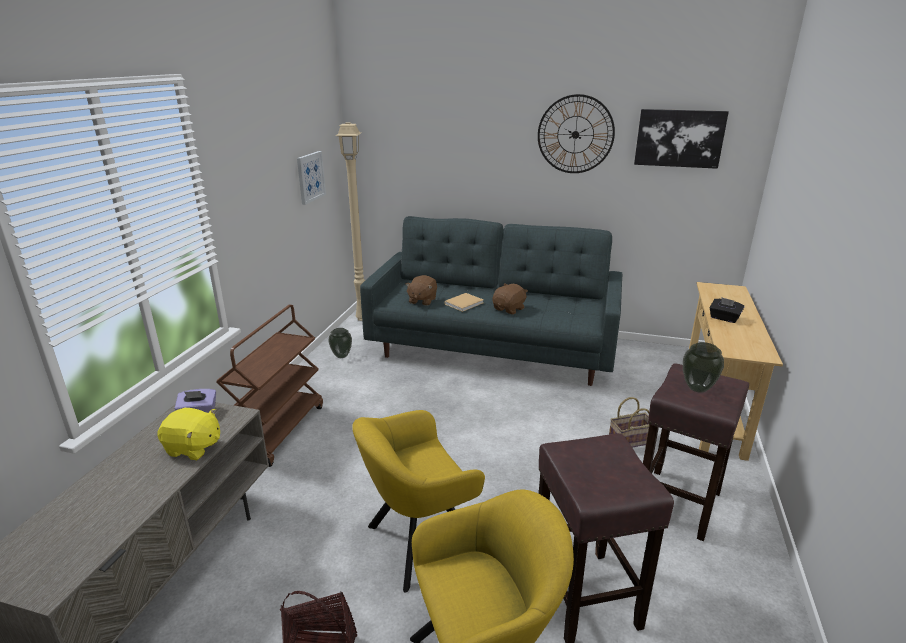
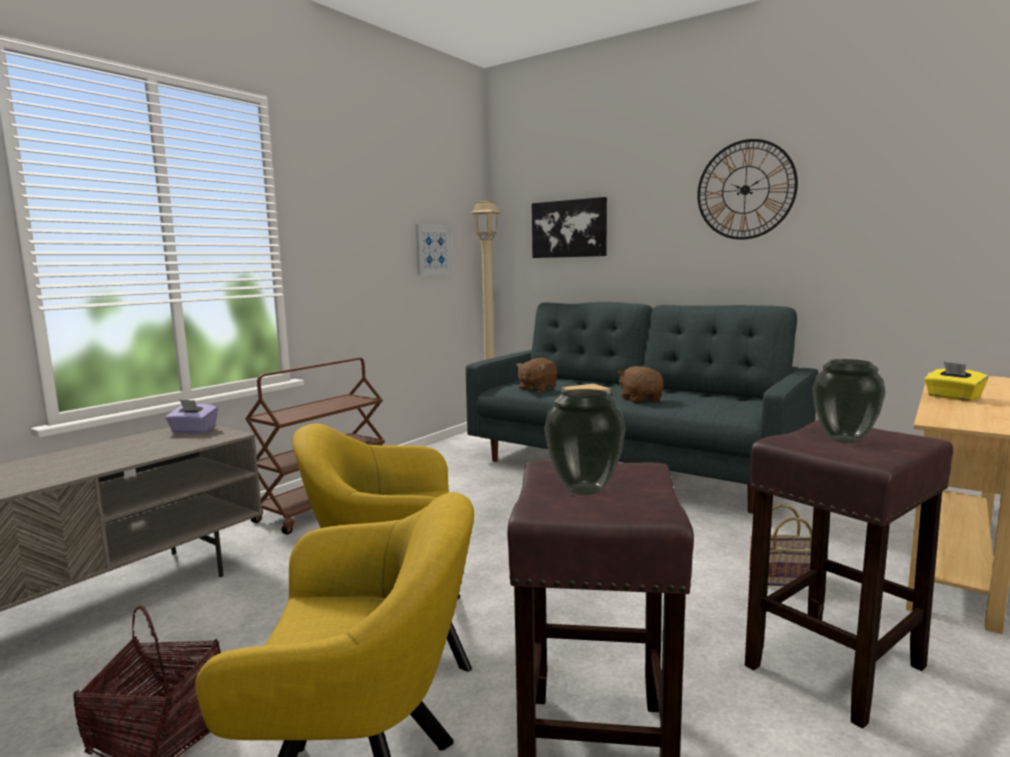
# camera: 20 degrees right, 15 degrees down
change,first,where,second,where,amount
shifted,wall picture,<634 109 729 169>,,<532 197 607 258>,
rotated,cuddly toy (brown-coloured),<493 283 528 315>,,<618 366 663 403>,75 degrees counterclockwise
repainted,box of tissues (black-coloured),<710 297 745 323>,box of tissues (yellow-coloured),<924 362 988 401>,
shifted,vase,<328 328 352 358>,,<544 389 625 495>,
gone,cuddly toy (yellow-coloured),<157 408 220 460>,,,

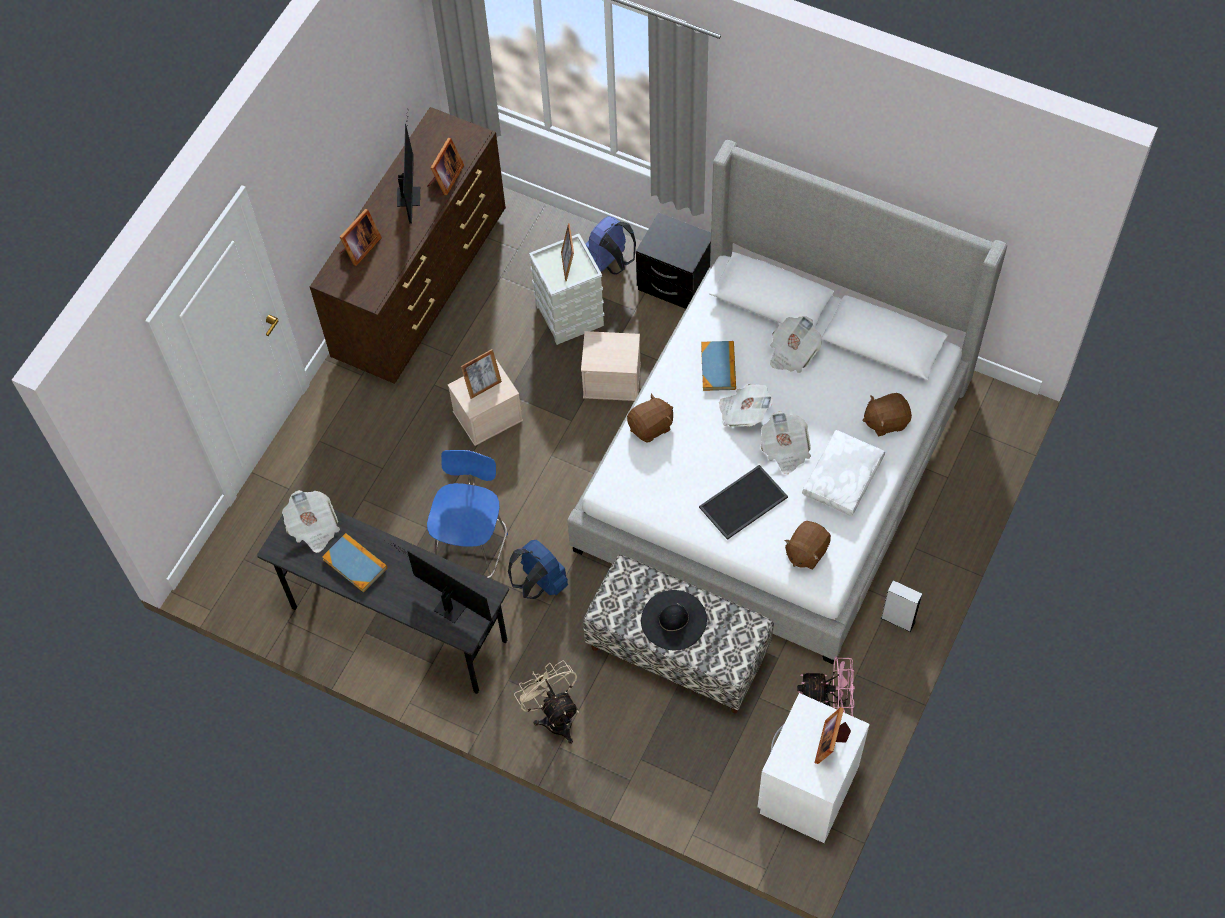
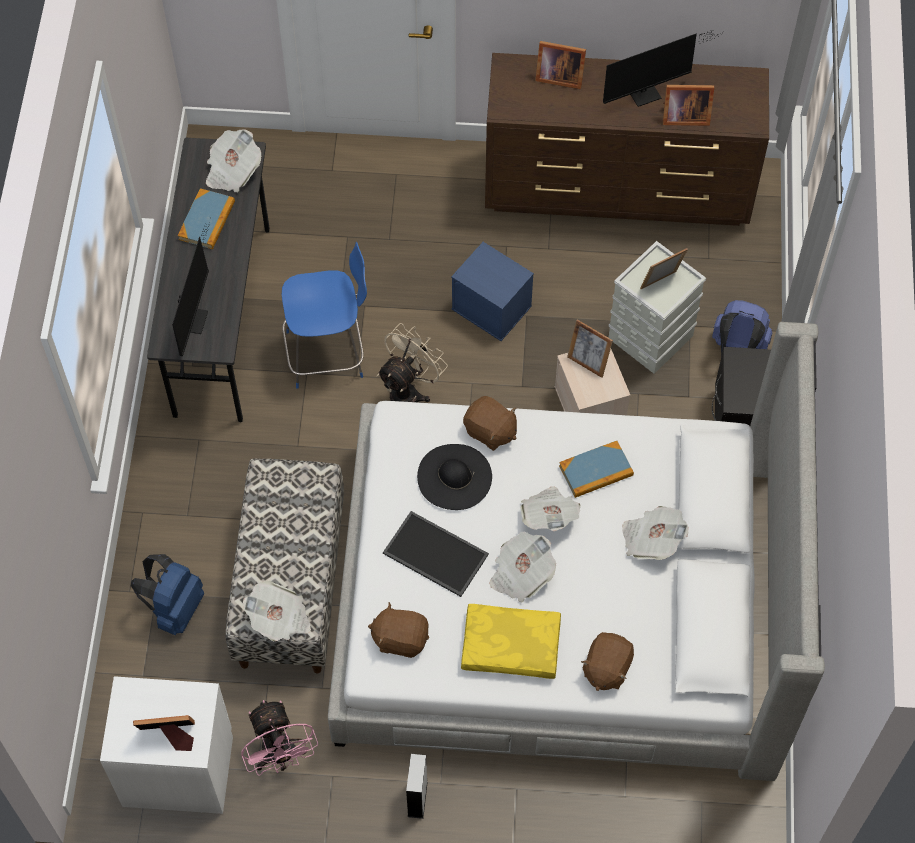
# camera: 65 degrees right, 0 degrees up
change,first,where,second,where,amount
shifted,standing frame,<461 349 502 399>,,<567 319 613 378>,
repainted,storage container (sand-coloured),<448 360 523 446>,storage container (blue-coloured),<451 242 534 341>,
rotated,cuddly toy (brown-coloured),<862 393 912 436>,,<581 632 634 691>,120 degrees counterclockwise
repainted,pillow (white),<802 430 885 516>,pillow (yellow-coloured),<461 604 561 679>,
shifted,rucksack (blue-coloured),<508 540 568 599>,,<131 554 204 635>,
shifted,clothing hat (black-coloured),<641 590 707 650>,,<417 444 492 510>,
shifted,cooling fan (sand-coloured),<514 660 579 744>,,<377 323 448 402>,
new,,,printed paper,<243 581 311 642>,

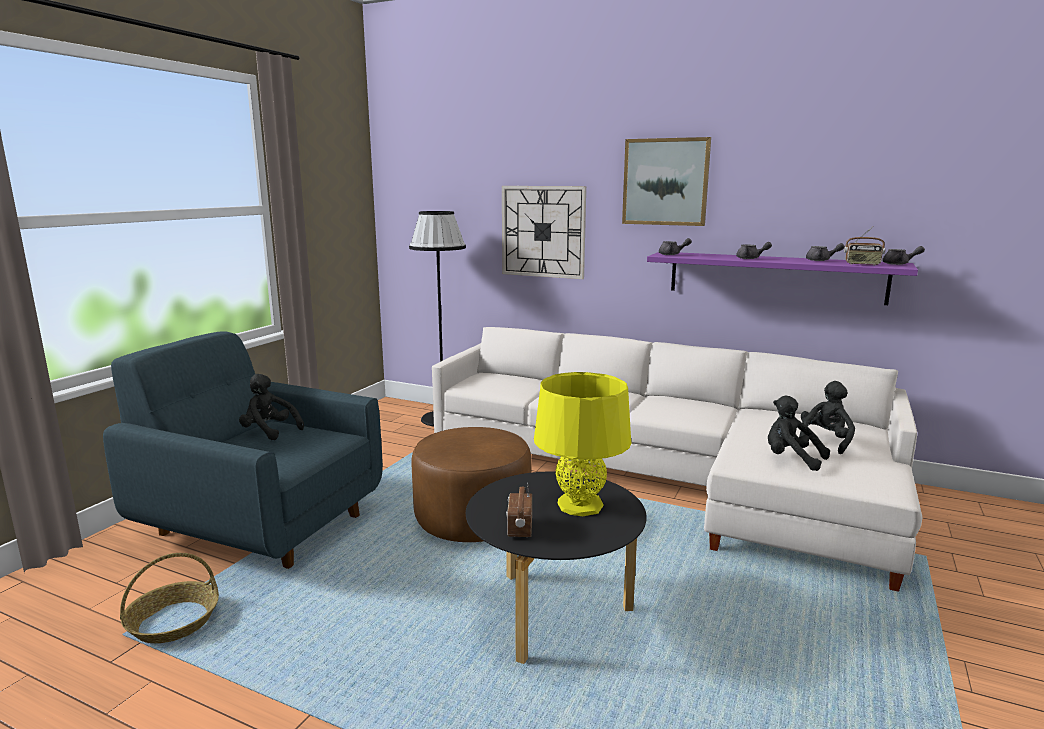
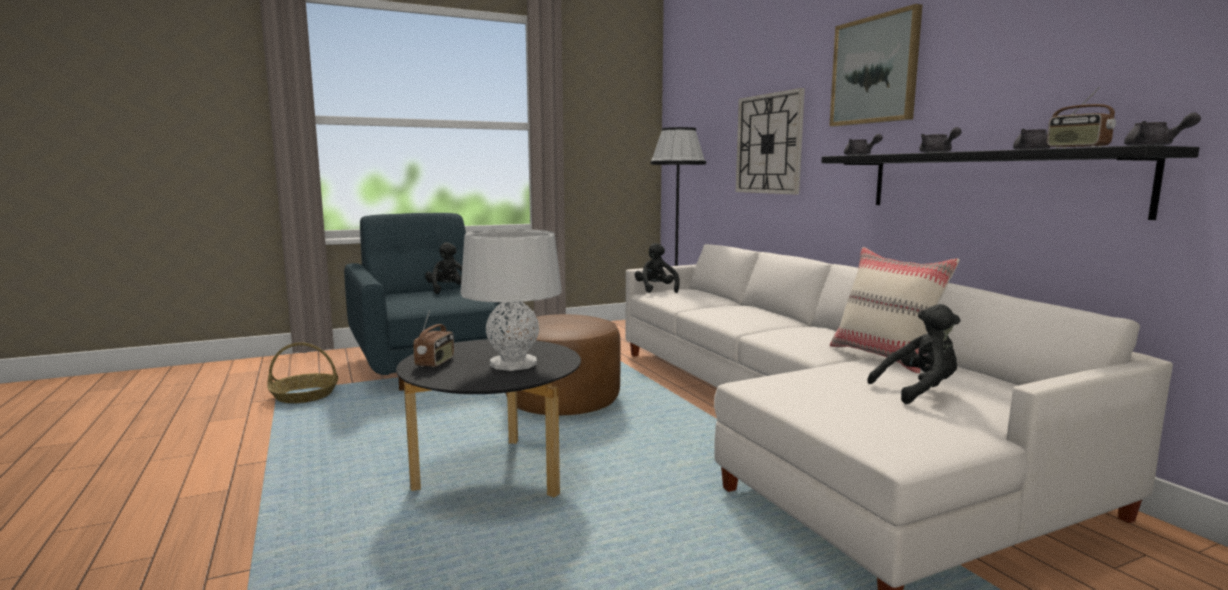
# camera: 40 degrees right, 5 degrees down
change,first,where,second,where,amount
repainted,wall shelf (purple),<647 252 918 305>,wall shelf (black-coloured),<821 145 1199 220>,
repainted,tabletop lamp (yellow-coloured),<534 372 631 516>,tabletop lamp (greyish),<460 229 562 371>,
shifted,cuddly toy (black-coloured),<768 395 830 471>,,<635 243 680 293>,
rotated,radio,<506 483 532 537>,,<413 310 454 367>,150 degrees clockwise
new,,,pillow (sand-coloured),<830 247 960 373>,

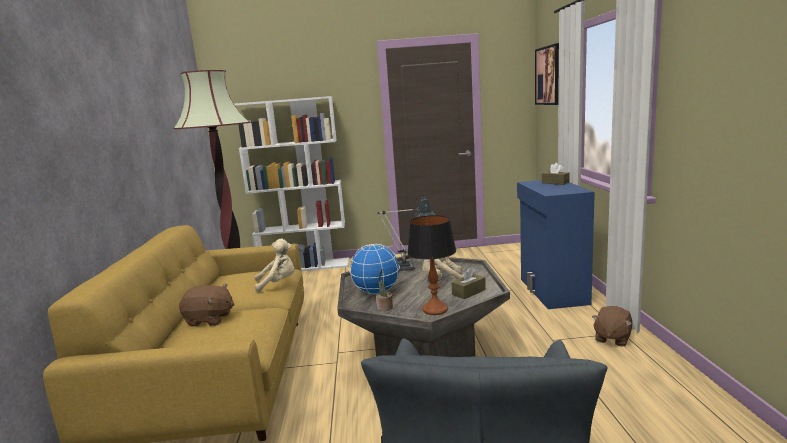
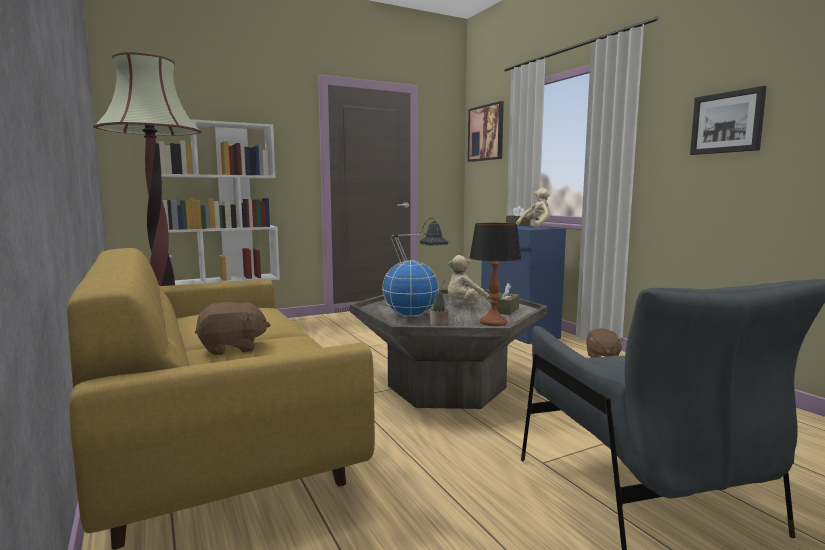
# camera: 25 degrees left, 5 degrees down
change,first,where,second,where,amount
shifted,cuddly toy (sand-coloured),<254 239 295 292>,,<516 188 550 229>,
new,,,wall picture,<690 86 767 155>,

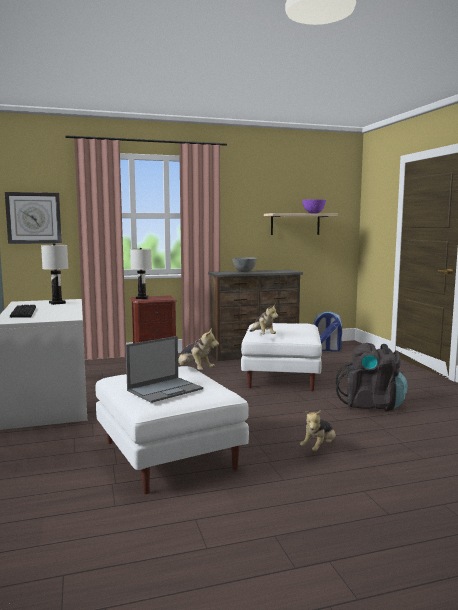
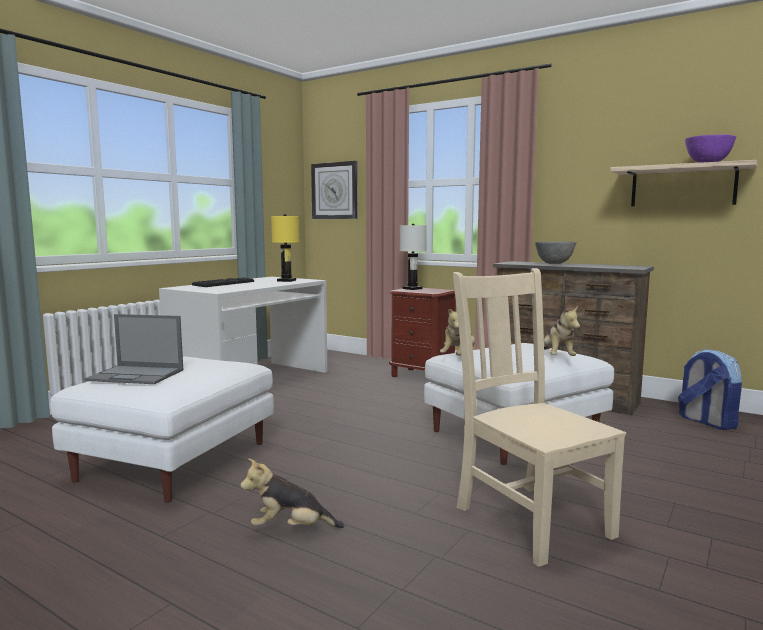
# camera: 50 degrees right, 0 degrees up
change,first,where,second,where,amount
repainted,tabletop lamp (white),<41 244 68 305>,tabletop lamp (yellow-coloured),<271 215 299 282>,
shifted,cuddly toy,<178 328 219 370>,,<544 306 580 356>,
swapped,rucksack (black-coloured),<336 343 408 411>,chair (sand-coloured),<453 268 626 567>,

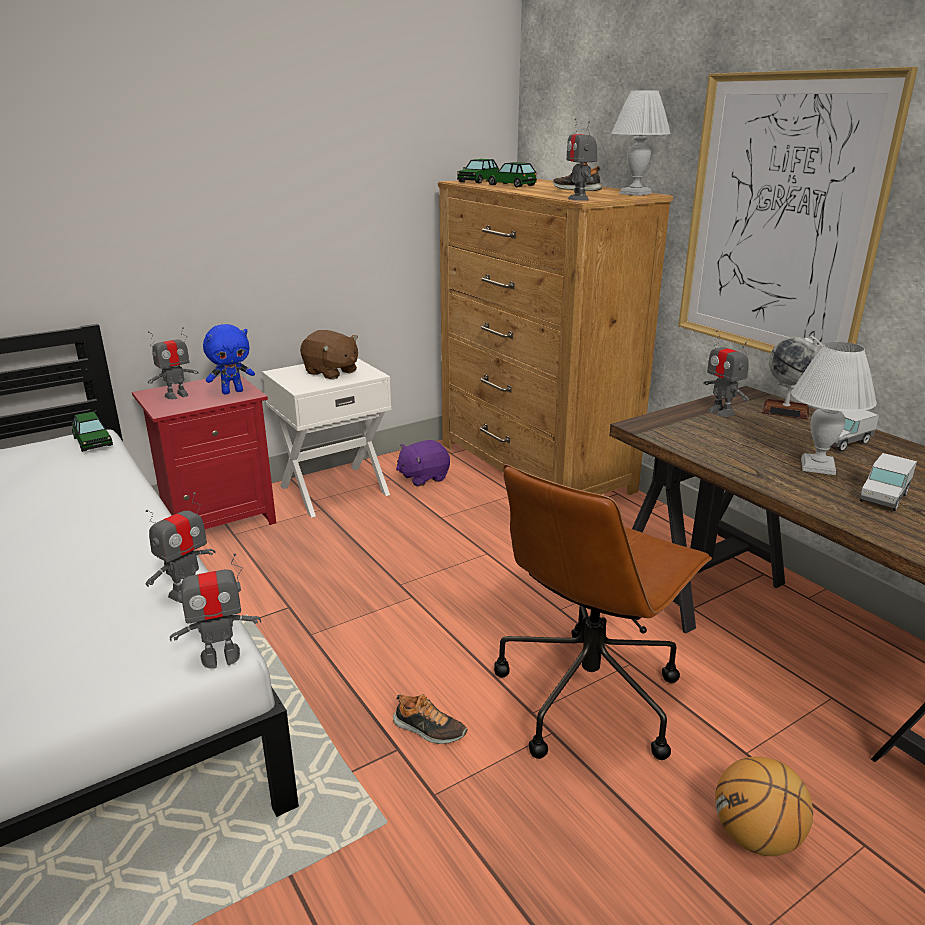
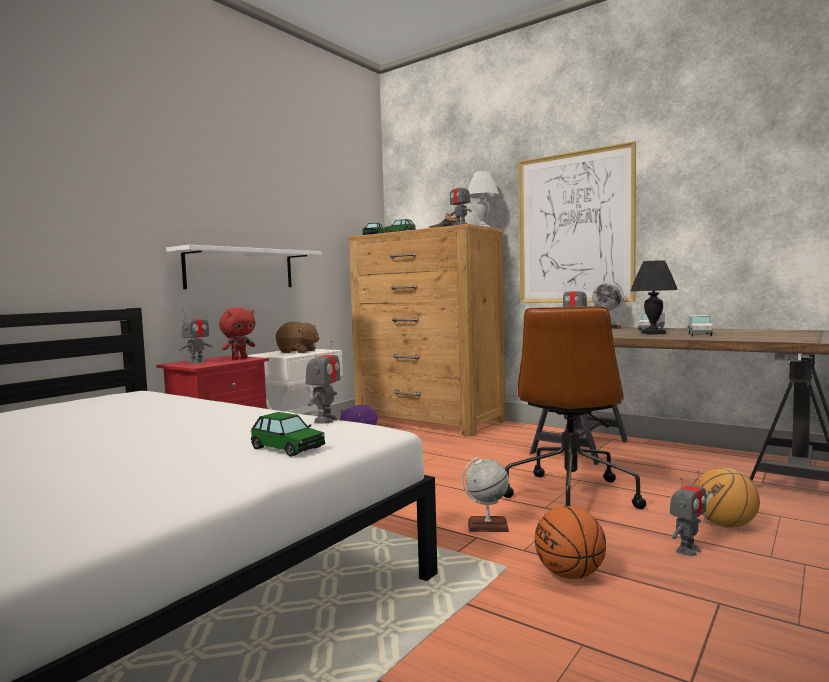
# camera: 20 degrees left, 20 degrees down
change,first,where,second,where,amount
repainted,cuddly toy (blue-coloured),<203 324 255 394>,cuddly toy (red-coloured),<219 308 255 360>,
repainted,tabletop lamp (white),<791 341 877 475>,tabletop lamp (black-coloured),<631 260 678 335>,
shifted,model car,<72 411 113 452>,,<251 412 325 457>,
shifted,toy robot,<170 553 261 669>,,<670 471 706 556>,
swapped,item of footwear,<393 694 467 744>,globe,<462 457 509 532>,
new,,,wall shelf (white),<166 245 321 289>,
new,,,basketball,<535 506 606 579>,

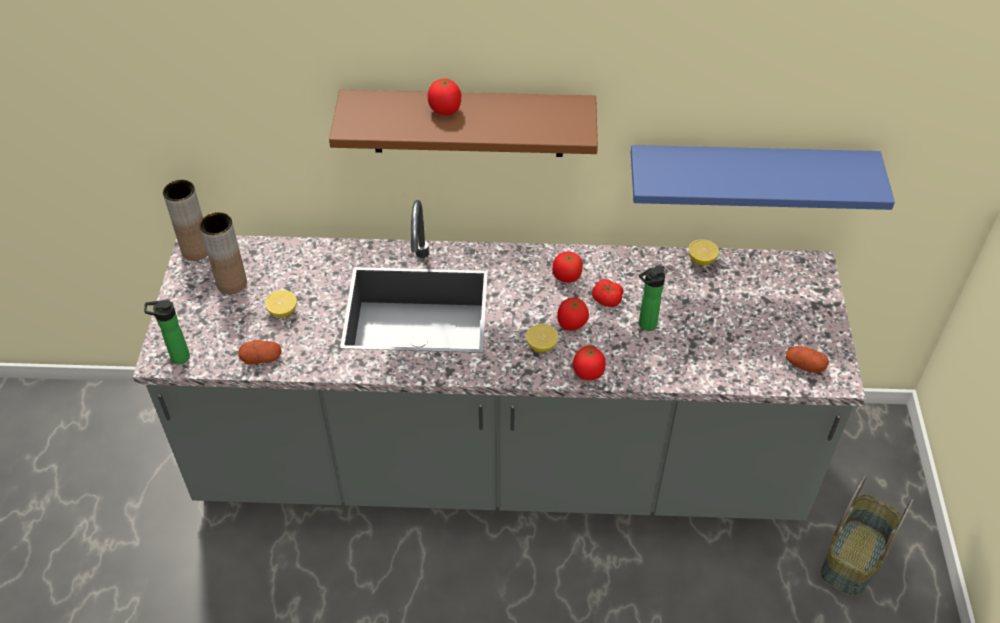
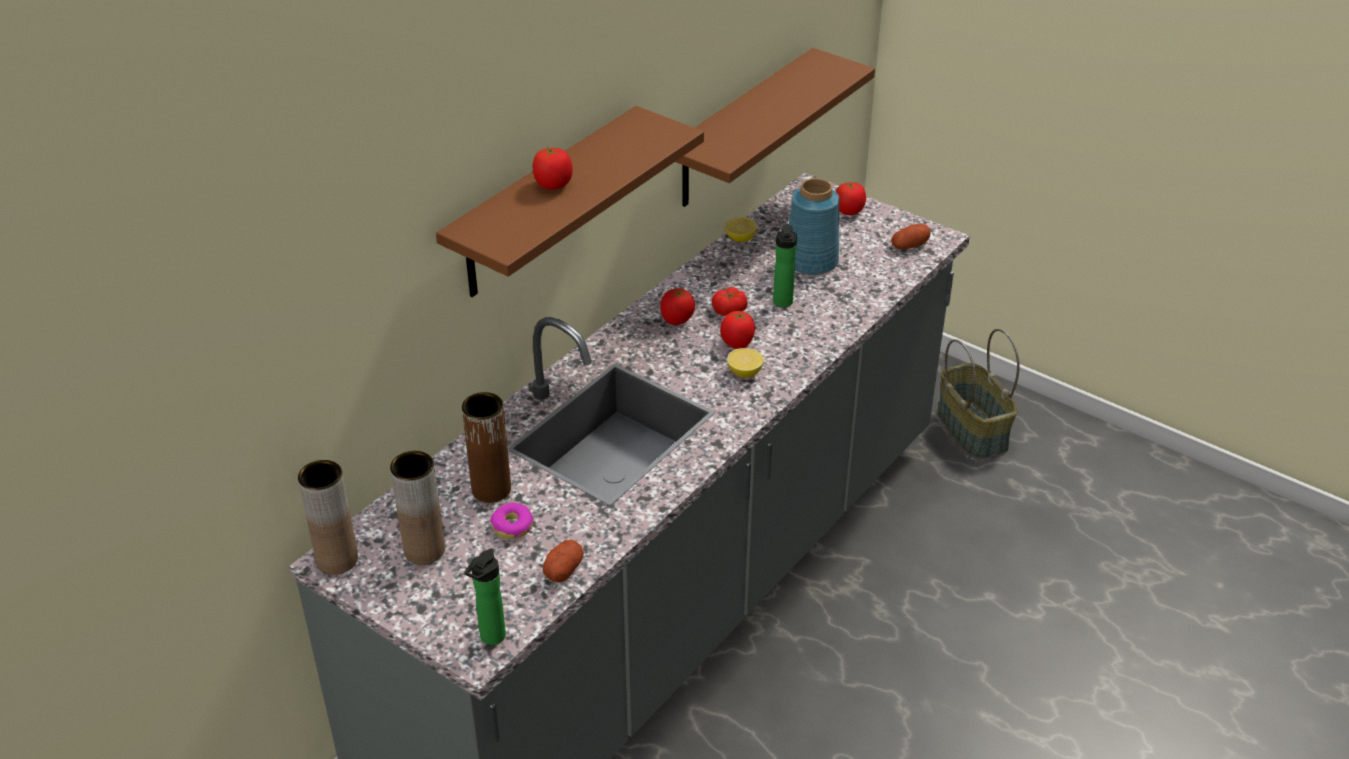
# camera: 55 degrees left, 10 degrees down
change,first,where,second,where,amount
repainted,wall shelf (blue-coloured),<631 145 895 210>,wall shelf (brown-coloured),<675 48 875 207>,
swapped,whole lemon,<265 290 297 317>,donut,<490 503 534 539>,
shifted,whole tomato,<573 346 606 380>,,<836 181 866 215>,
new,,,vase (blue-coloured),<789 178 840 275>,
new,,,vase (brown-coloured),<462 392 511 503>,

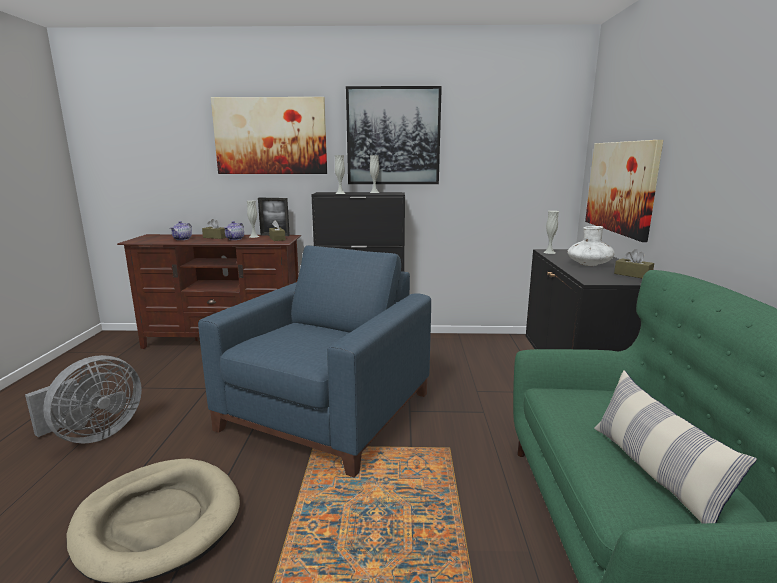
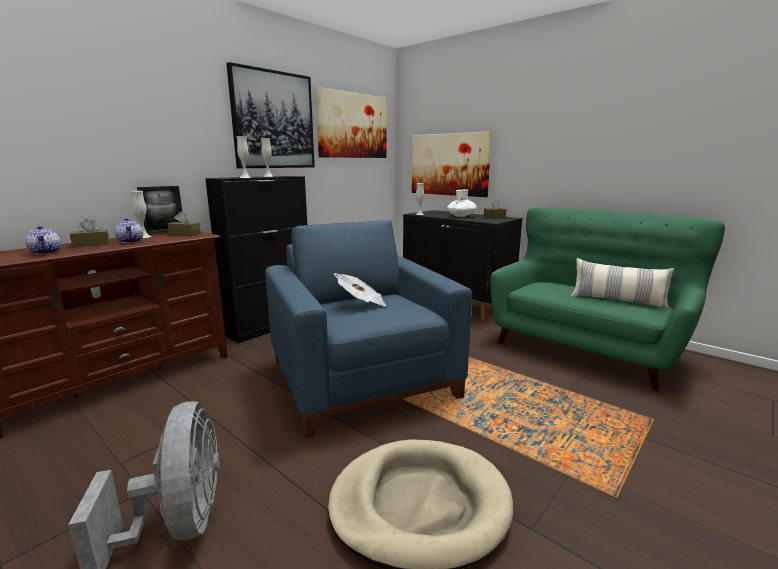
# camera: 50 degrees left, 0 degrees up
change,first,where,second,where,amount
shifted,wall picture,<211 97 327 174>,,<316 87 386 158>,
new,,,printed paper,<334 273 386 306>,

